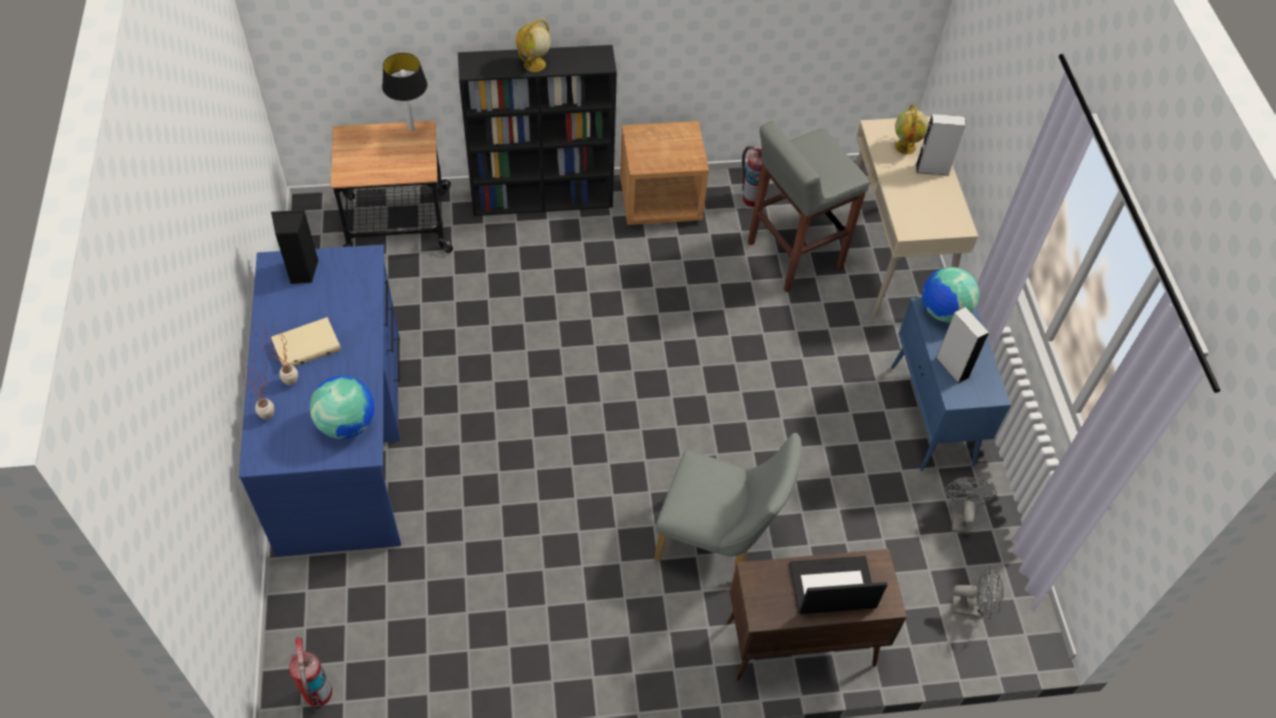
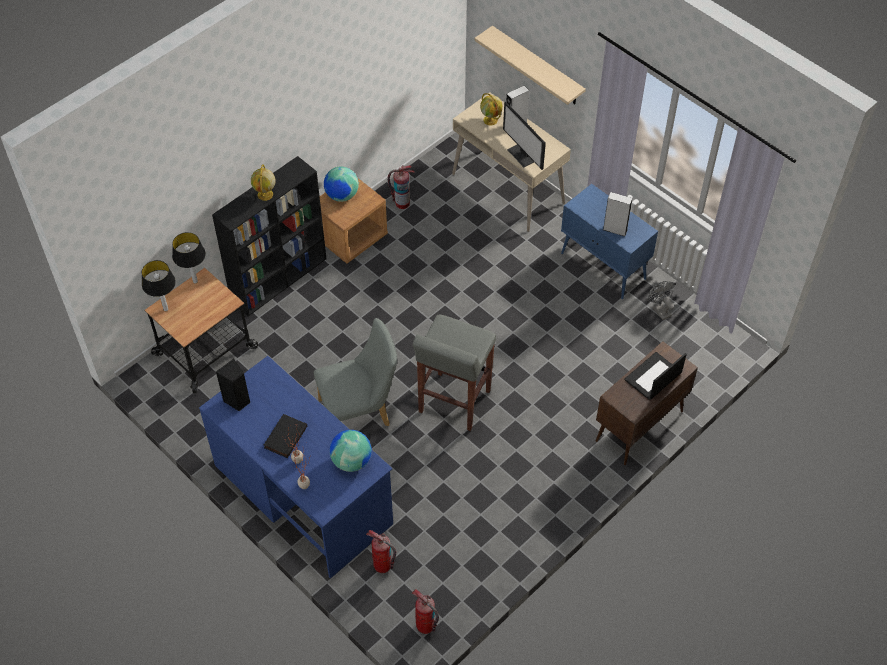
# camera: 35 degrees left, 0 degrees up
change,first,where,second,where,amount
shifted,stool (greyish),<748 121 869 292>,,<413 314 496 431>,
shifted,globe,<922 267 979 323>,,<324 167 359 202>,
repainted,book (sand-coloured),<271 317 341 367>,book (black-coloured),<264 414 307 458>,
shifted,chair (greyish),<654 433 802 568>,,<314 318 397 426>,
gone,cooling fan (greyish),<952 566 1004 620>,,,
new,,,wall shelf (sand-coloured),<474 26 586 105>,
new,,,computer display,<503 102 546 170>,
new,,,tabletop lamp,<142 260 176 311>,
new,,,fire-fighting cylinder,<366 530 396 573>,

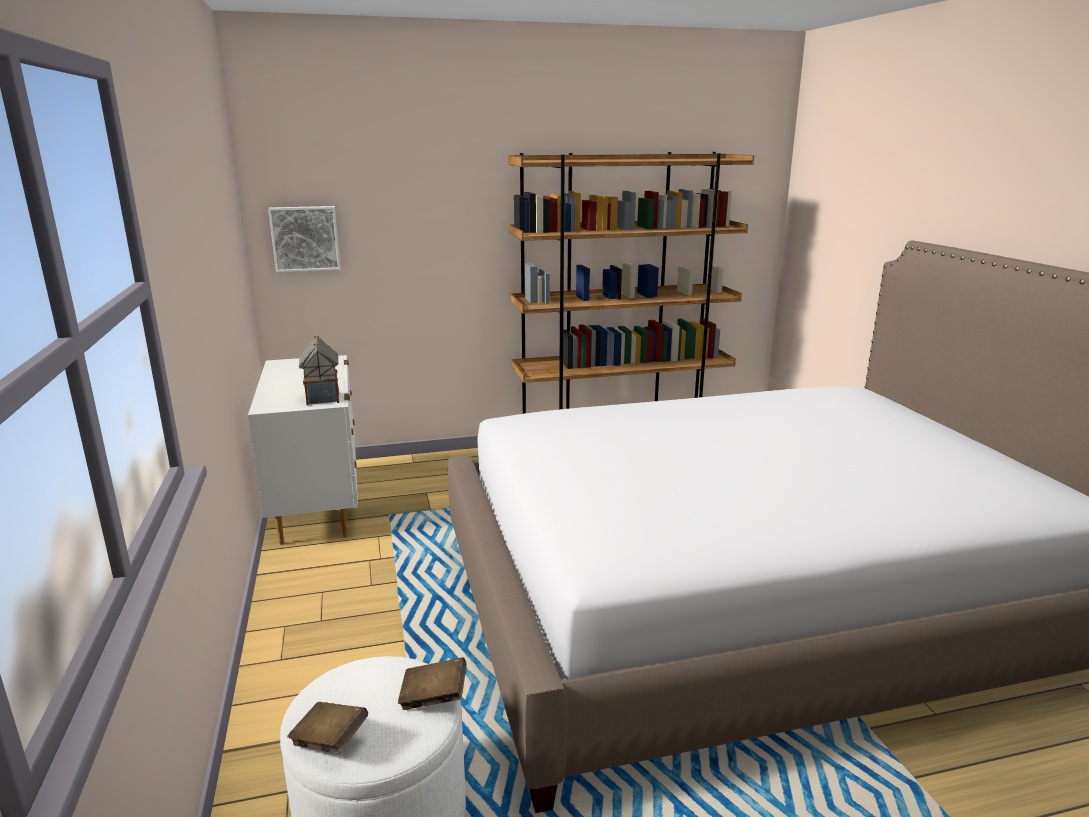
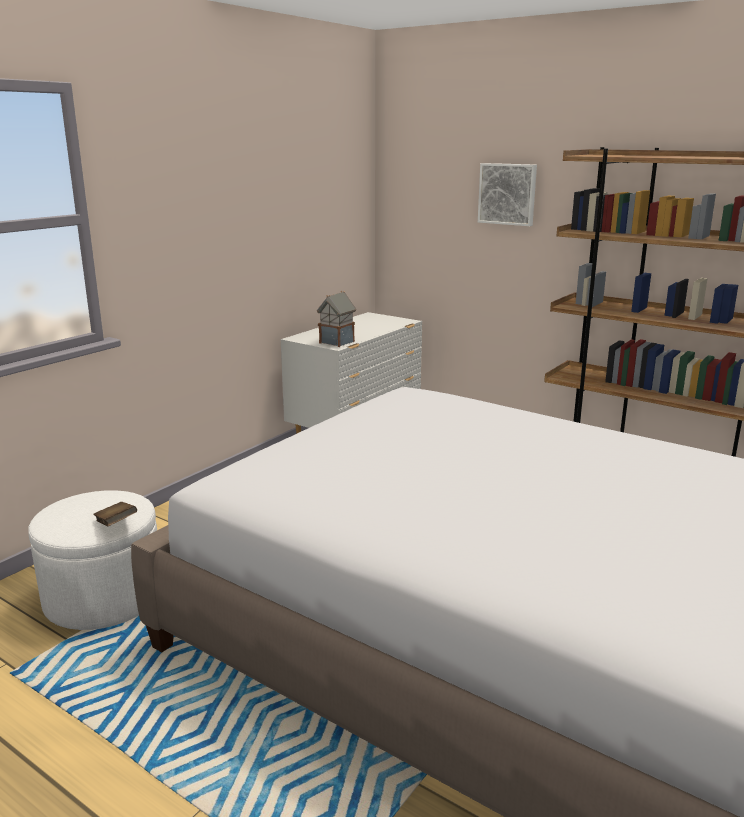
# camera: 50 degrees right, 0 degrees up
change,first,where,second,where,amount
shifted,wall picture,<268 206 341 273>,,<478 163 537 226>,
gone,book (brown-coloured),<287 702 368 754>,,,

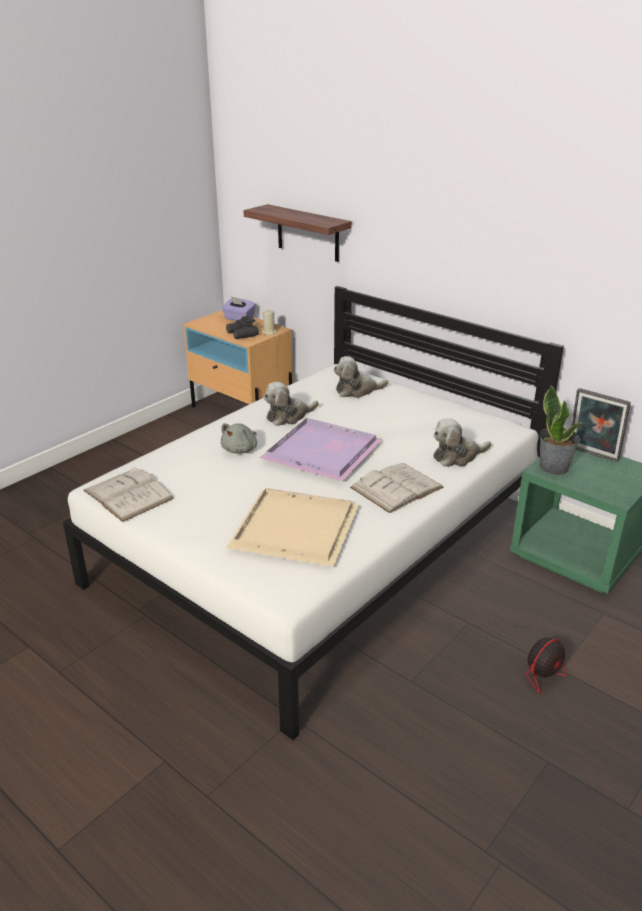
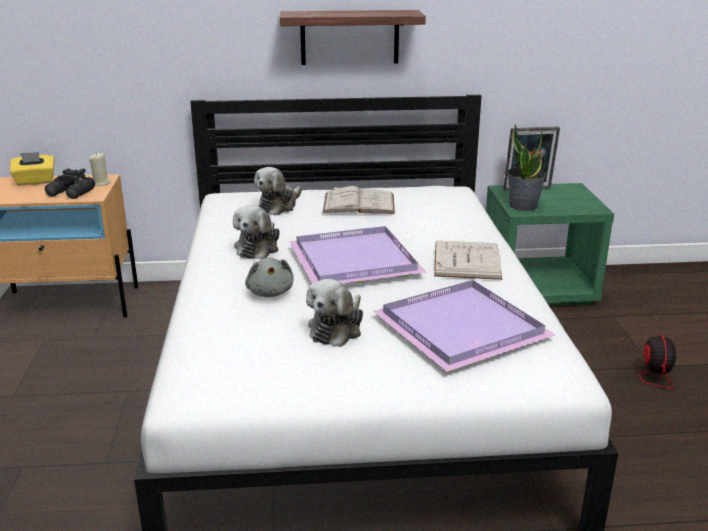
# camera: 45 degrees left, 5 degrees down
change,first,where,second,where,amount
shifted,wall shelf,<243 204 352 262>,,<280 10 426 65>,
repainted,box of tissues (purple),<222 296 256 321>,box of tissues (yellow-coloured),<10 152 55 186>,
shifted,cuddly toy,<433 418 491 467>,,<306 279 363 347>,
shifted,book (white),<83 467 174 522>,,<323 186 395 214>,
repainted,serving tray (sand-coloured),<226 488 359 567>,serving tray (purple),<373 280 555 372>,

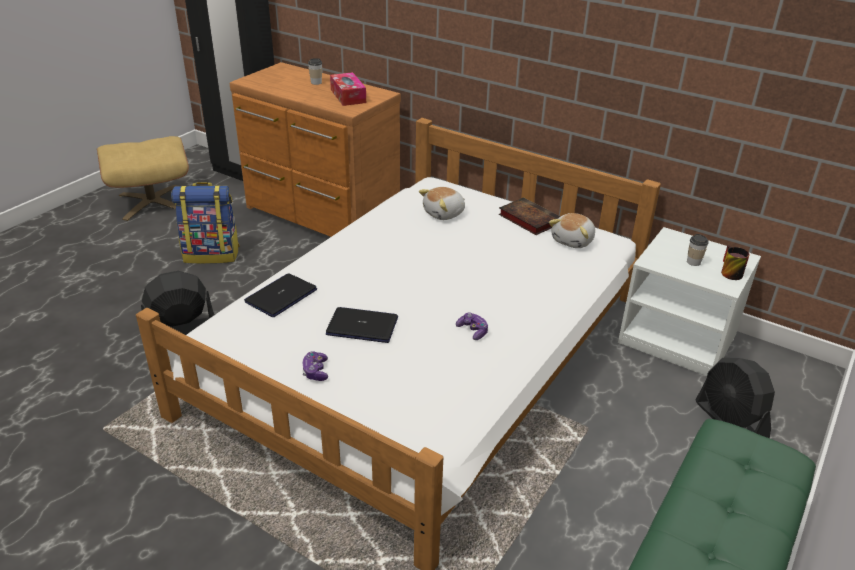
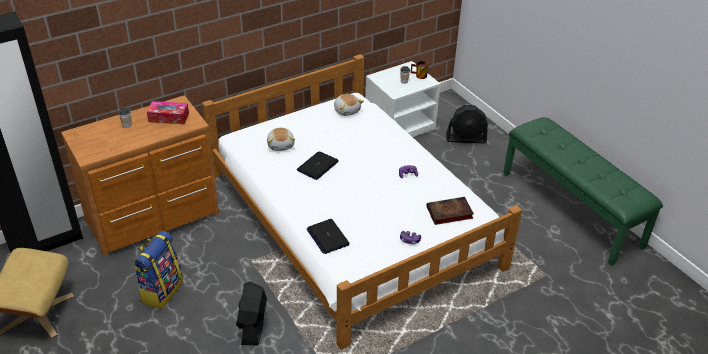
# camera: 65 degrees left, 5 degrees up
change,first,where,second,where,amount
shifted,book,<499 197 561 235>,,<427 197 474 225>,
shifted,portable computer,<326 307 398 343>,,<297 151 339 180>,

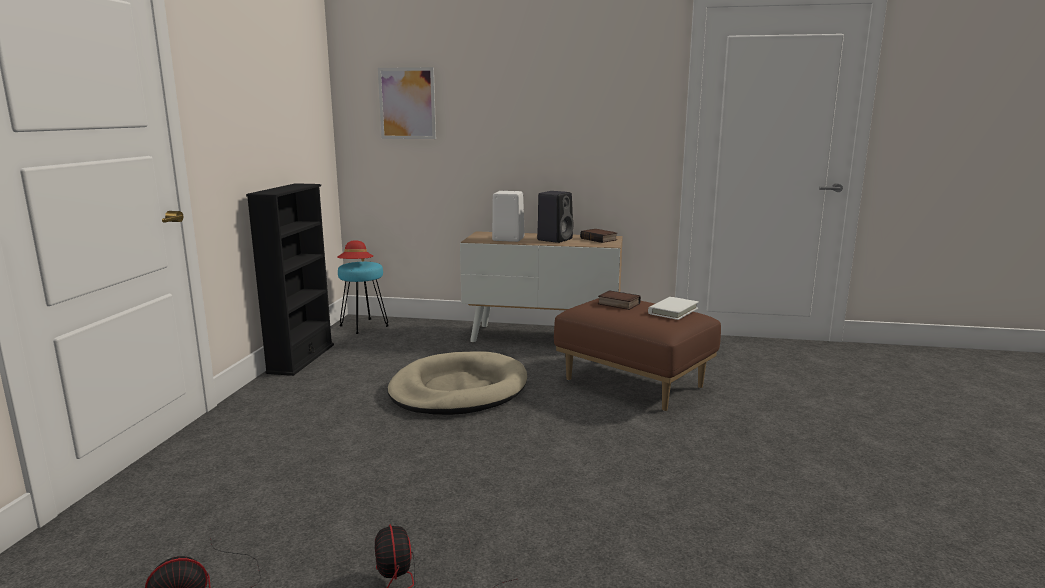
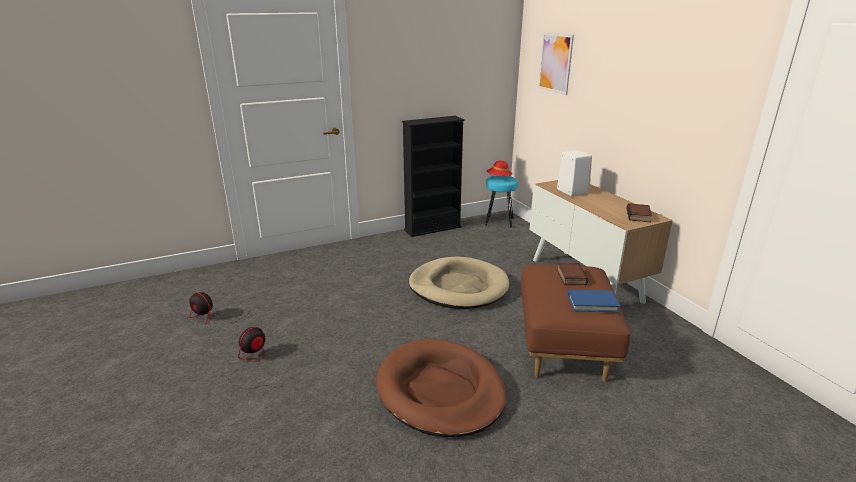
# camera: 55 degrees right, 10 degrees up
change,first,where,second,where,amount
gone,loudspeaker (black-coloured),<537 191 574 243>,,,
repainted,book (white),<648 297 698 320>,book (blue-coloured),<567 290 620 312>,
new,,,pet bed (brown-coloured),<376 338 506 437>,

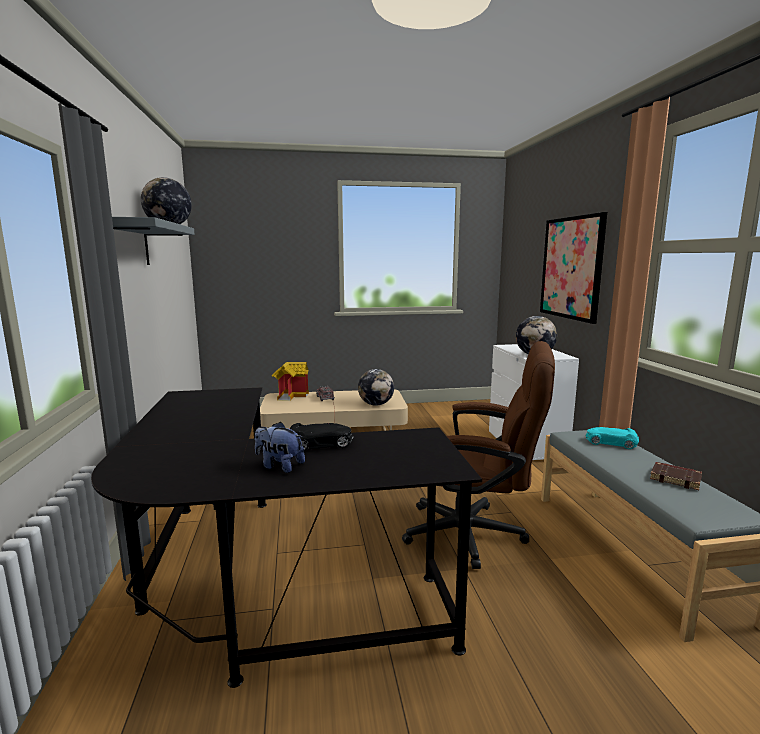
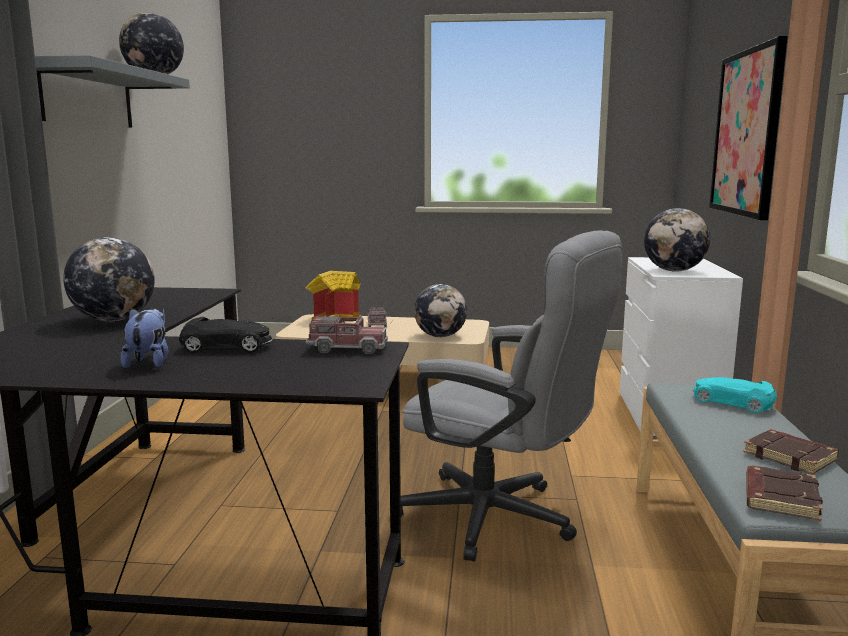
# camera: 15 degrees right, 0 degrees up
change,first,where,second,where,amount
repainted,office chair (brown-coloured),<402 341 555 569>,office chair (greyish),<401 230 623 562>,
rotated,cuddly toy,<255 422 305 473>,,<120 308 169 369>,45 degrees clockwise
new,,,globe,<63 237 155 321>,
new,,,toy truck,<305 314 388 354>,
new,,,book (brown-coloured),<746 466 823 521>,

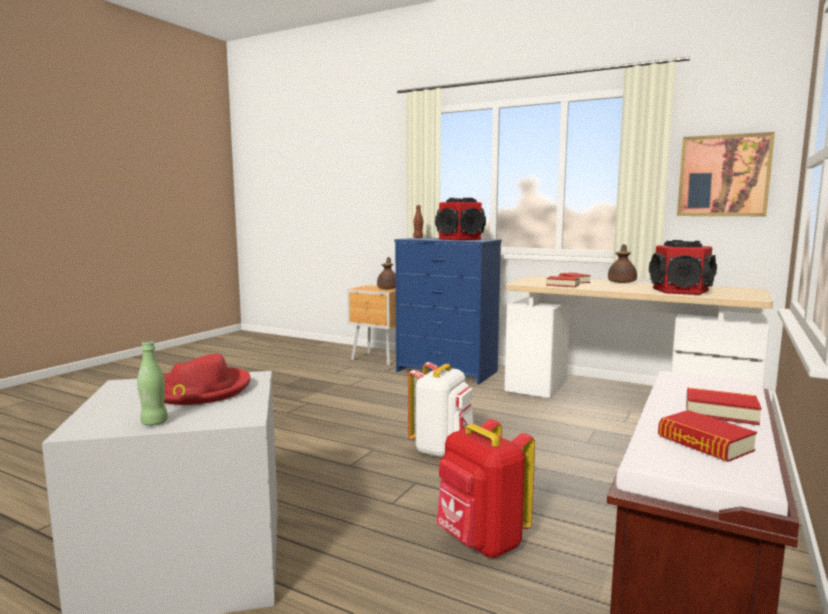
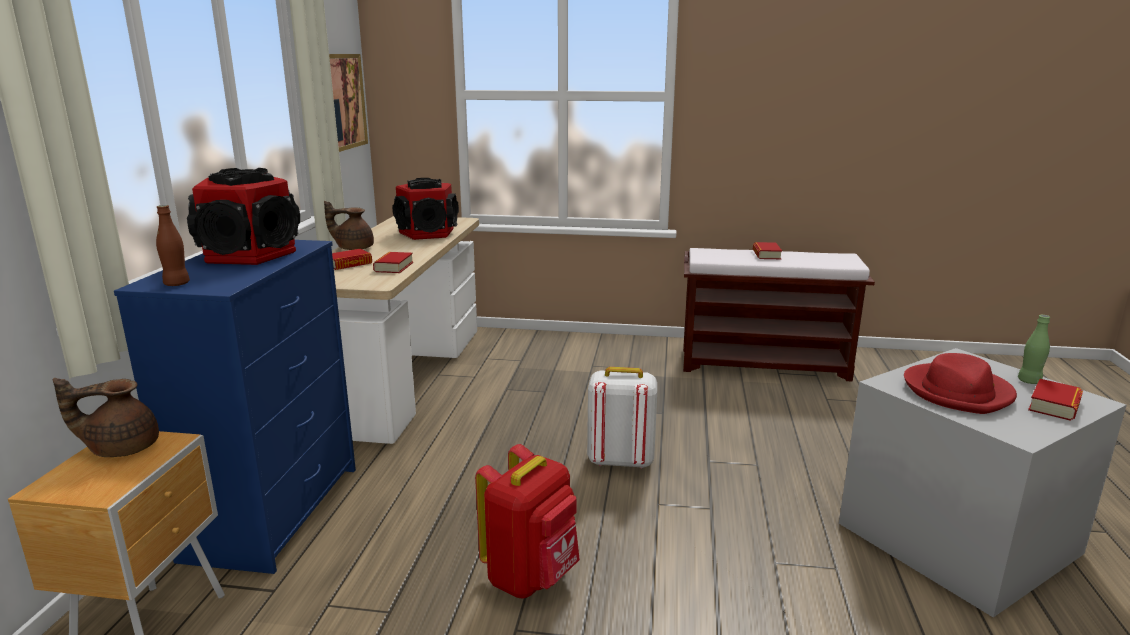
# camera: 110 degrees left, 10 degrees up
change,first,where,second,where,amount
shifted,book,<658 410 757 462>,,<1028 379 1083 421>,
shifted,rucksack (red-coloured),<437 419 535 558>,,<475 444 580 598>,

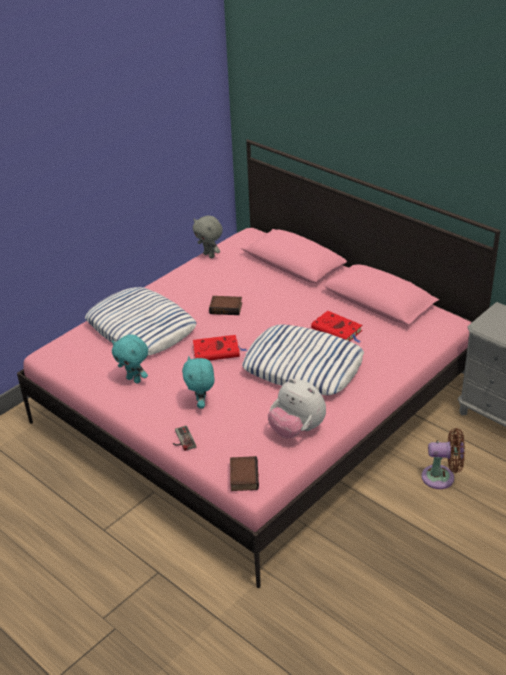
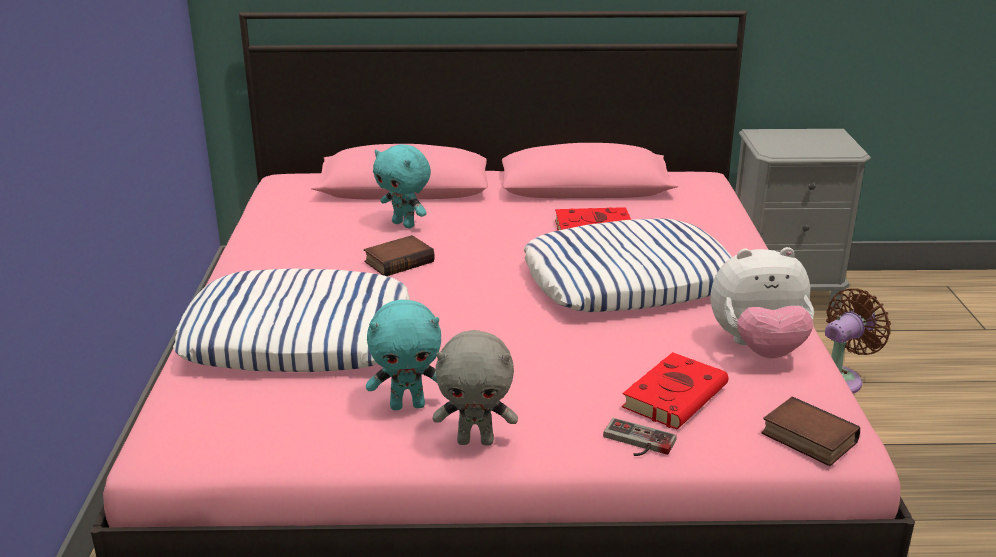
# camera: 45 degrees left, 10 degrees down
change,first,where,second,where,amount
shifted,cuddly toy (greyish),<193 216 223 258>,,<433 330 518 446>,
shifted,book (red-coloured),<193 335 247 361>,,<622 352 728 429>,
shifted,cuddly toy (turquoise-coloured),<182 356 214 409>,,<373 144 431 228>,

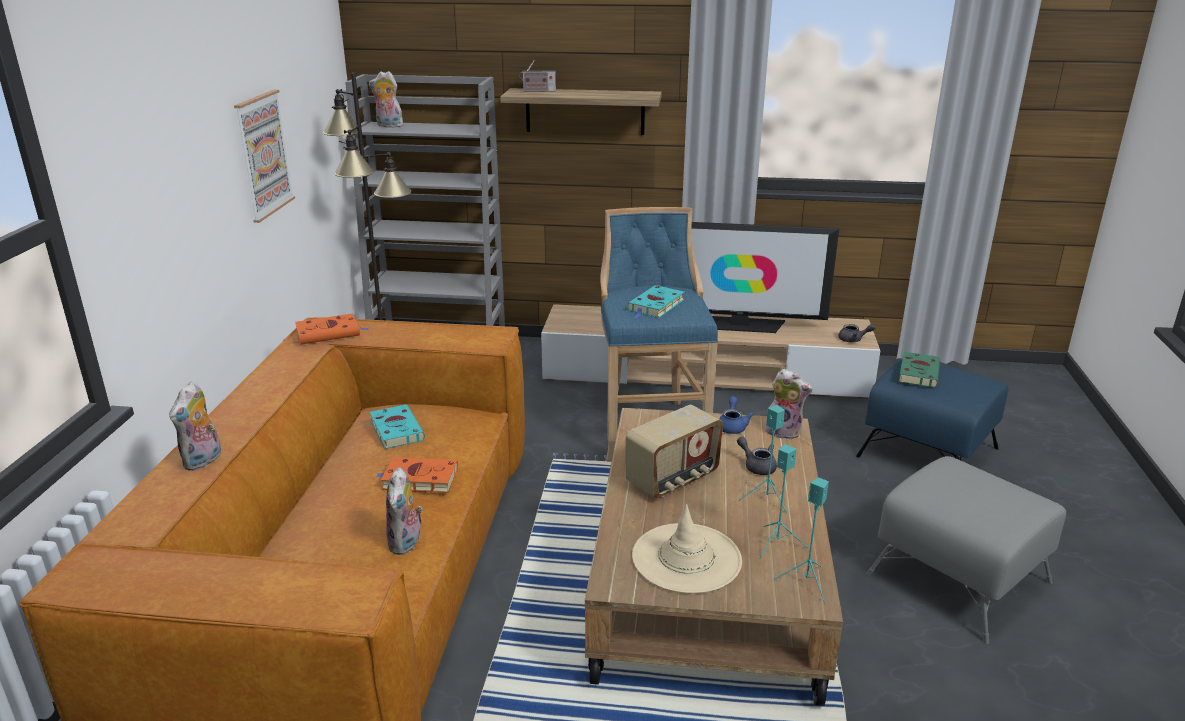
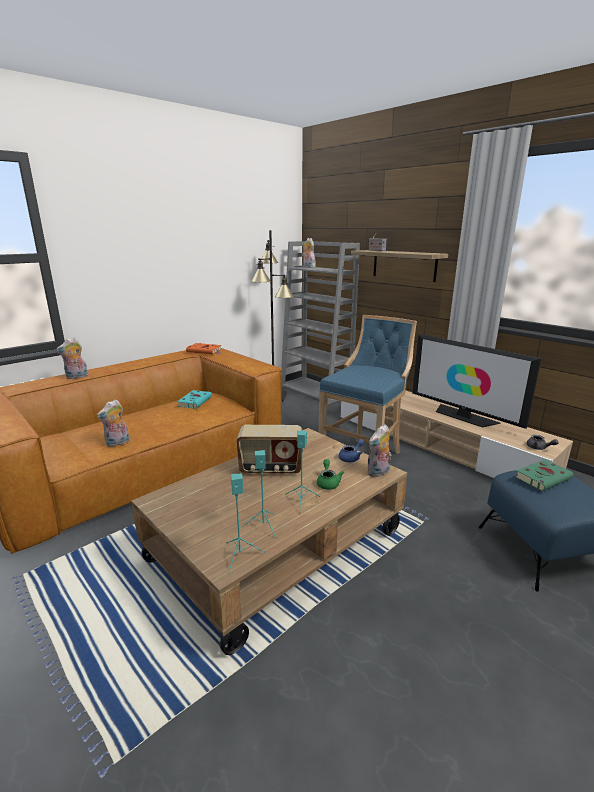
# camera: 40 degrees right, 5 degrees down
change,first,where,second,where,amount
gone,wall picture,<234 90 295 223>,,,
gone,book (turquoise-coloured),<627 285 684 318>,,,
rotated,cuddly toy,<765 369 813 440>,,<367 424 391 477>,75 degrees clockwise
repainted,teapot (greyish),<737 436 777 475>,teapot (greenish),<317 459 344 490>,
gone,ottoman (greyish),<866 456 1066 644>,,,
gone,book (orange-coloured),<375 457 458 493>,,,
gone,clothing hat (sand-coloured),<632 504 742 594>,,,

